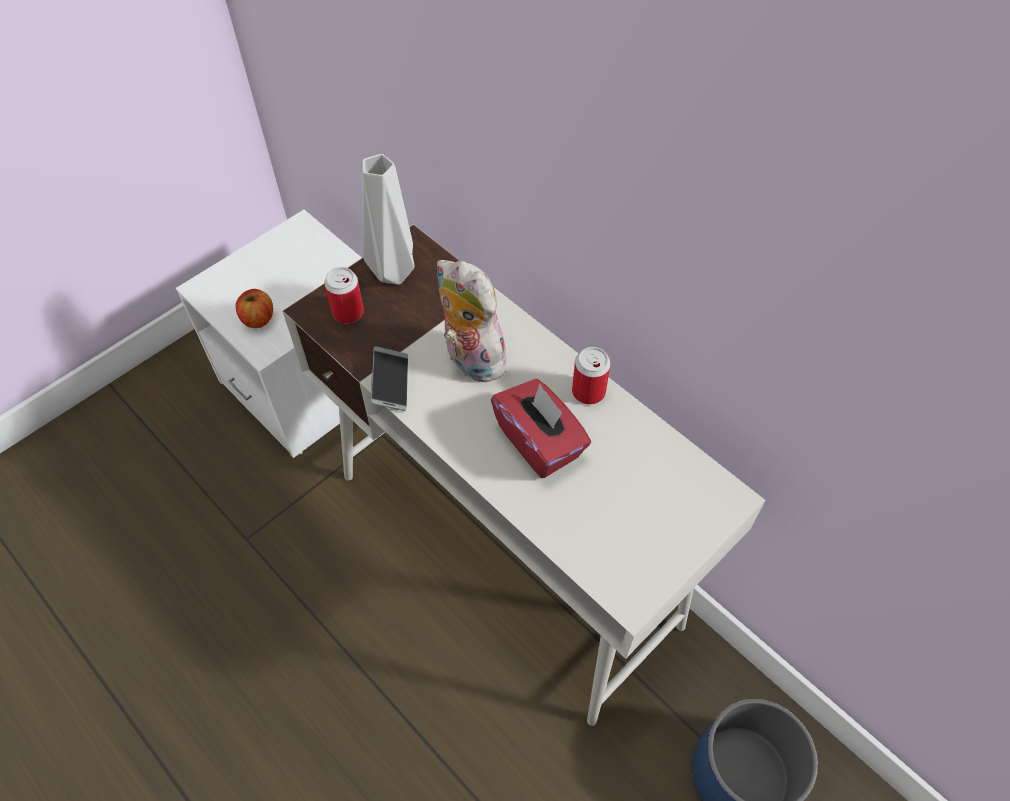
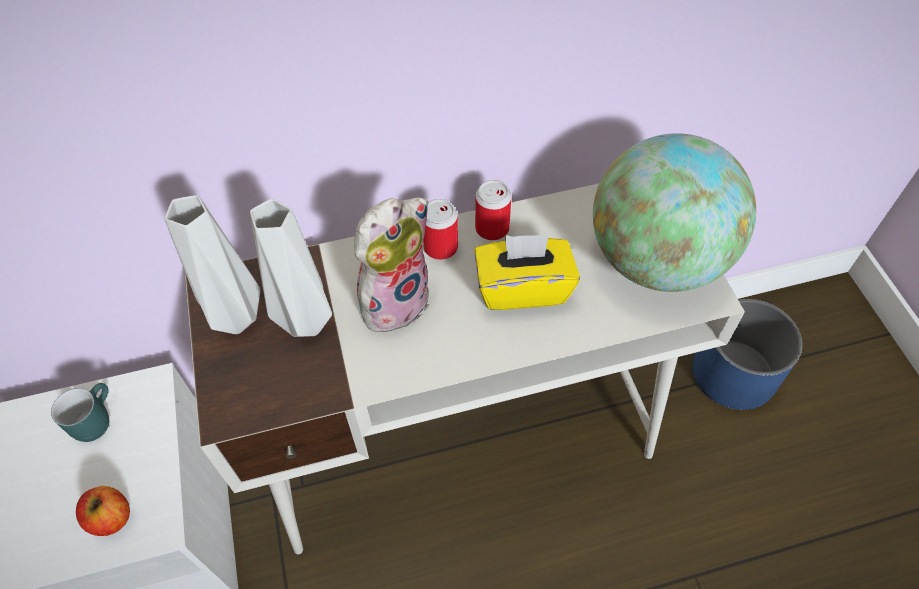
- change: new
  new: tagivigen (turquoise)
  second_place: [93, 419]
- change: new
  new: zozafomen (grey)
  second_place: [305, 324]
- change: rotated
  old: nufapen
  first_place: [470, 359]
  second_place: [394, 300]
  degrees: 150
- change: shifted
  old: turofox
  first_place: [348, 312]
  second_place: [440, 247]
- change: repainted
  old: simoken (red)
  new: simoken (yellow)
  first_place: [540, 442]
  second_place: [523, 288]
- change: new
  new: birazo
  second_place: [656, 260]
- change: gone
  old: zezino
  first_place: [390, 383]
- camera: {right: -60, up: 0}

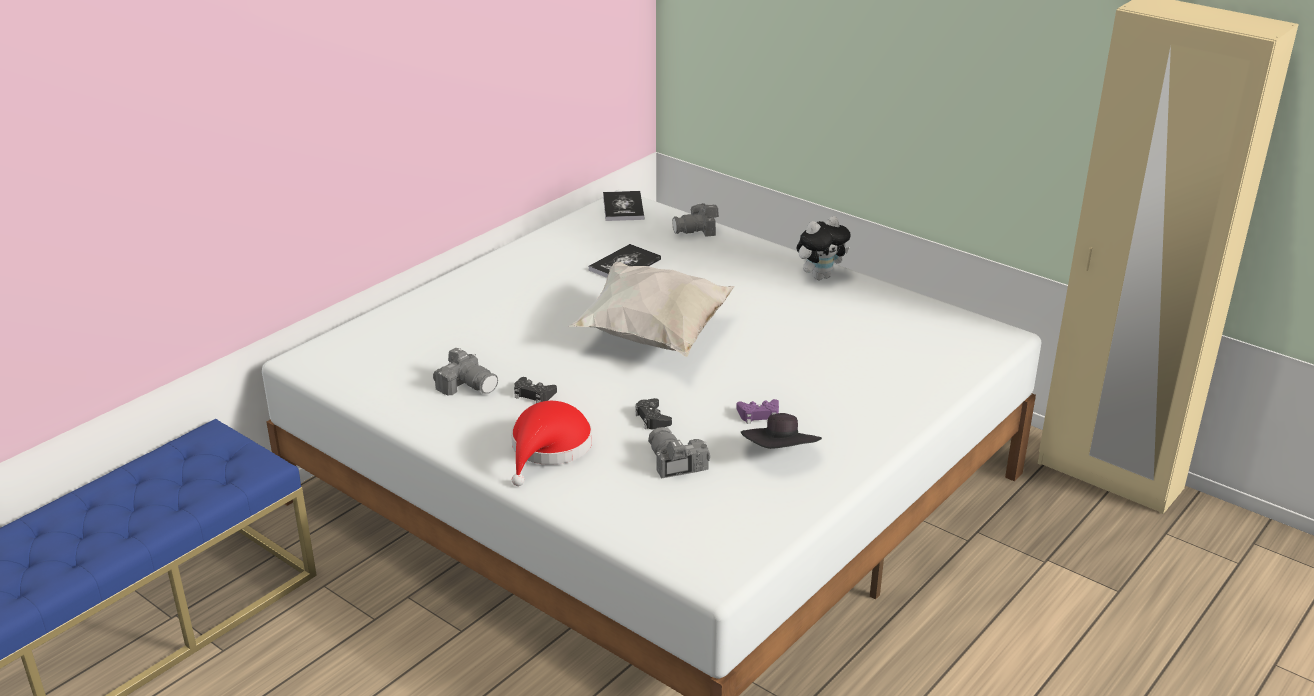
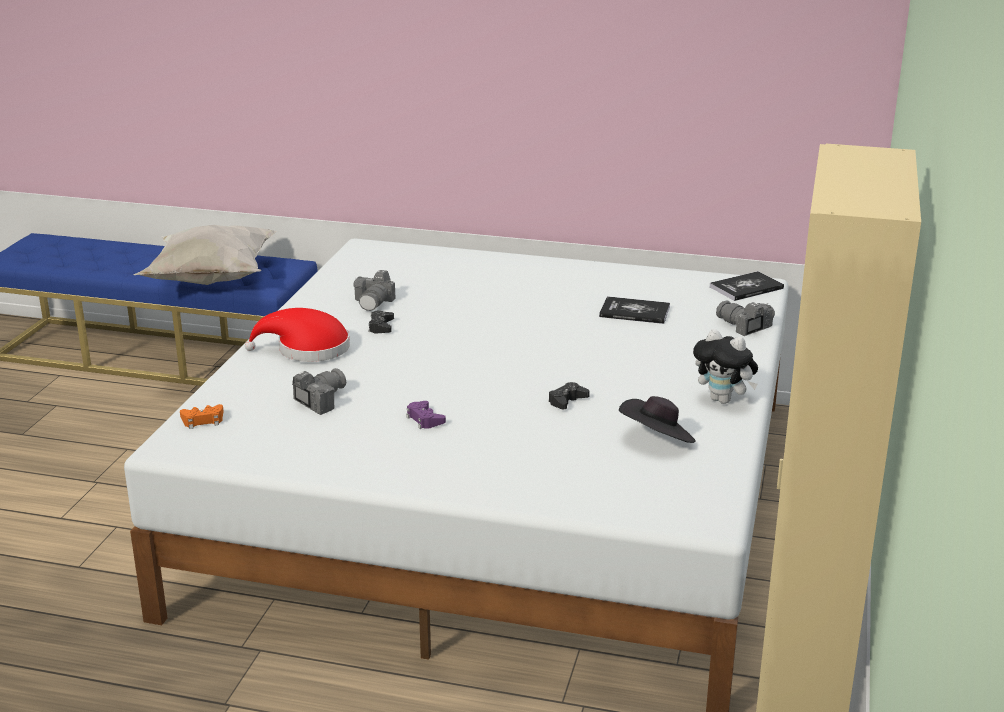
- change: shifted
  old: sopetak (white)
  first_place: [652, 337]
  second_place: [210, 280]
- change: new
  new: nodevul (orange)
  second_place: [203, 420]
- change: shifted
  old: nodevul (black)
  first_place: [652, 419]
  second_place: [567, 401]
- change: shifted
  old: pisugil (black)
  first_place: [780, 455]
  second_place: [657, 439]
- camera: {right: 65, up: -5}

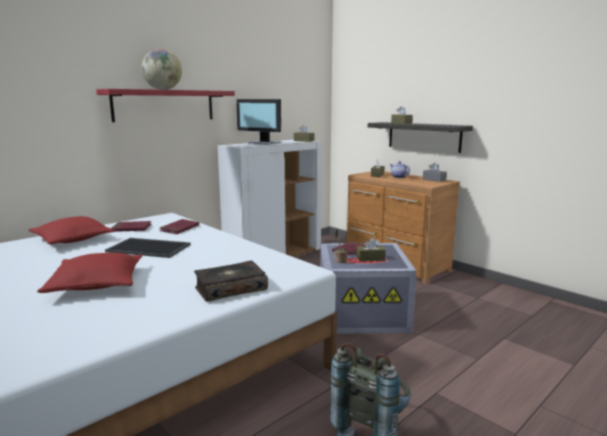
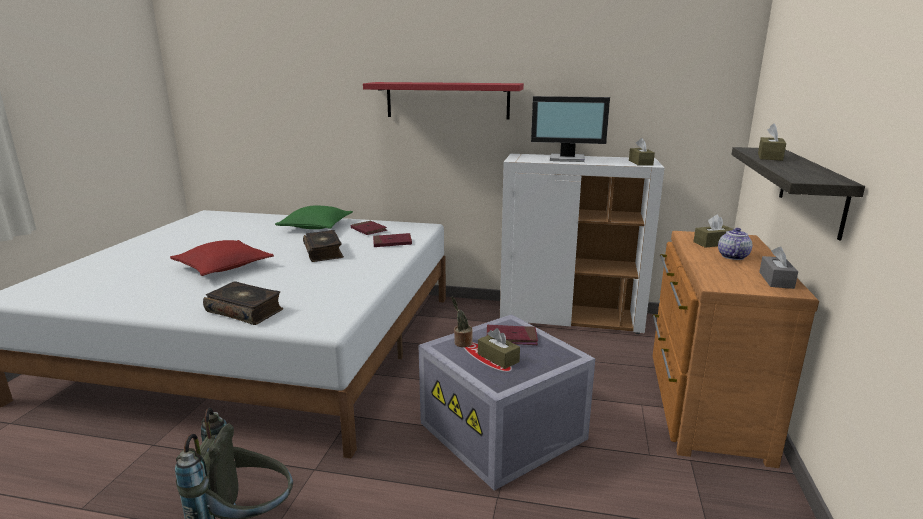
- change: repainted
  old: sopetak (red)
  new: sopetak (green)
  first_place: [73, 239]
  second_place: [316, 226]
- change: swapped
  old: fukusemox
  new: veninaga
  first_place: [150, 248]
  second_place: [324, 252]
- change: rotated
  old: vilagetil
  first_place: [264, 143]
  second_place: [567, 159]
  degrees: -75
- change: gone
  old: birazo
  first_place: [163, 89]
- camera: {right: 55, up: 5}

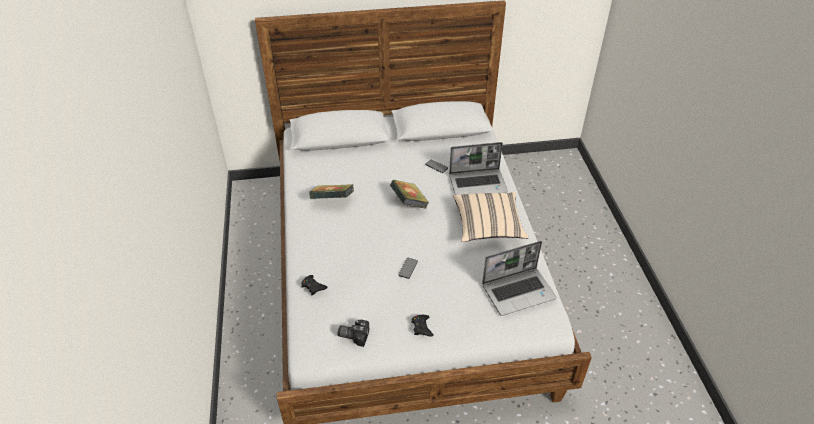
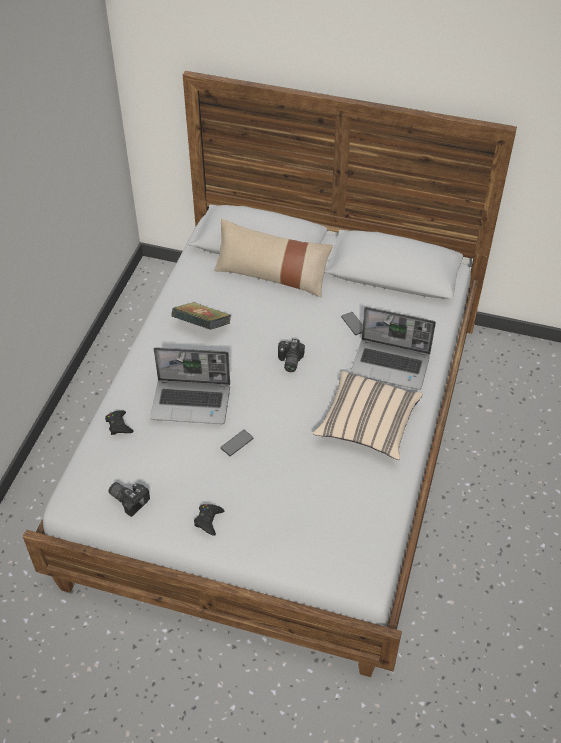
- change: shifted
  old: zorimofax
  first_place: [518, 291]
  second_place: [192, 402]
- change: new
  new: sopetak (beige)
  second_place: [272, 275]
- change: swapped
  old: veninaga
  new: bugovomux
  first_place: [409, 203]
  second_place: [289, 361]
- camera: {right: 25, up: 5}

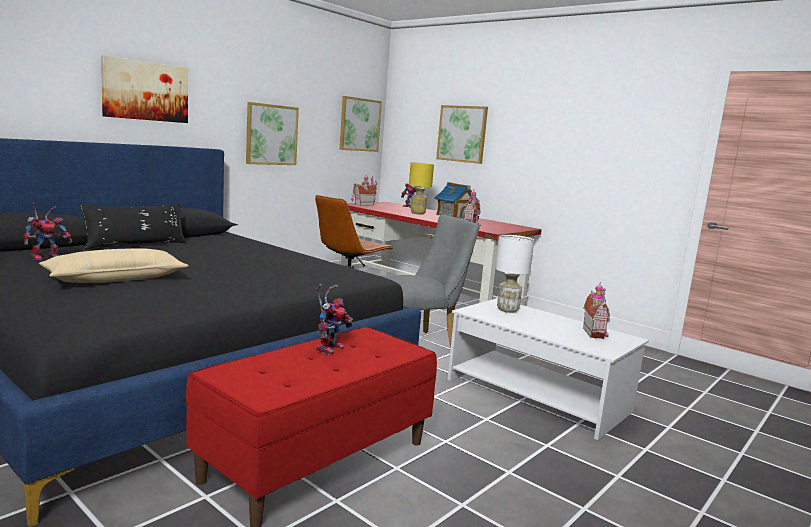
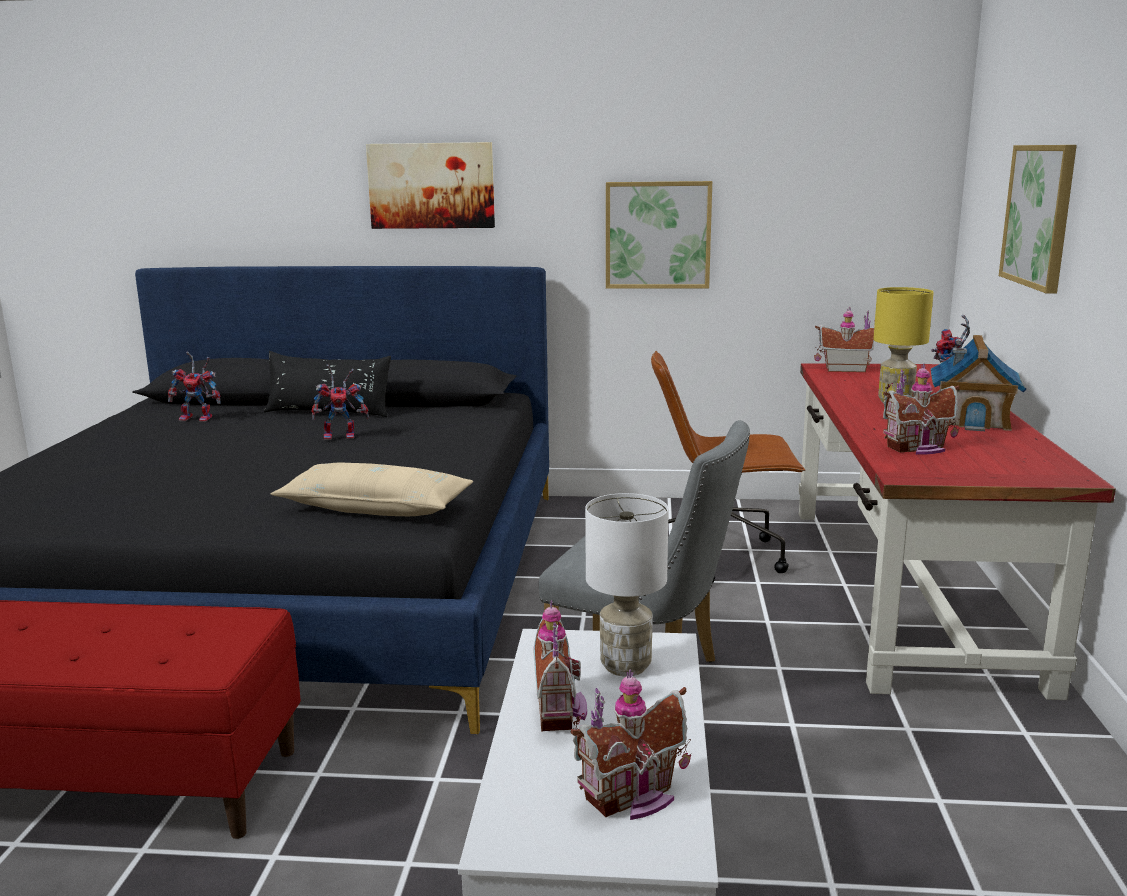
- change: shifted
  old: sopetak (beige)
  first_place: [116, 279]
  second_place: [376, 508]
- change: shifted
  old: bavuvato
  first_place: [329, 347]
  second_place: [342, 436]
- change: new
  new: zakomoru
  second_place: [561, 710]
- change: gone
  old: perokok
  first_place: [359, 124]
- camera: {right: 55, up: 5}

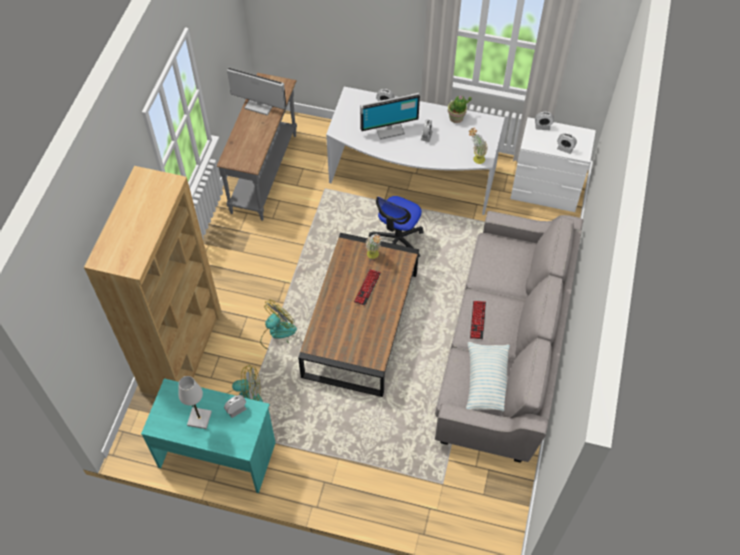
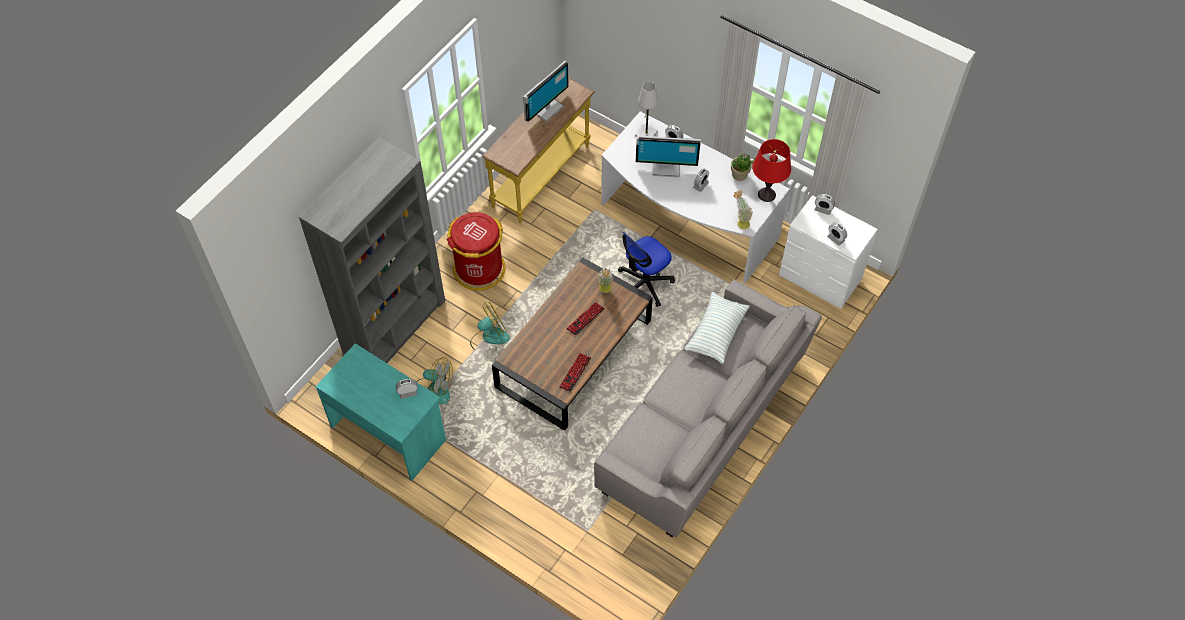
- change: repainted
  old: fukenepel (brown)
  new: fukenepel (grey)
  first_place: [182, 350]
  second_place: [394, 326]
- change: new
  new: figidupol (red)
  second_place: [479, 269]
- change: repainted
  old: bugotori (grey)
  new: bugotori (yellow)
  first_place: [265, 173]
  second_place: [542, 177]
- change: rotated
  old: vilagetil
  first_place: [259, 106]
  second_place: [546, 108]
  degrees: 90
- change: shifted
  old: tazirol
  first_place: [477, 320]
  second_place: [575, 372]
- change: shifted
  old: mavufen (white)
  first_place: [199, 419]
  second_place: [646, 134]
- change: shifted
  old: sopetak
  first_place: [487, 382]
  second_place: [716, 333]
- change: new
  new: mavufen (red)
  second_place: [766, 194]
- camera: {right: 20, up: 0}

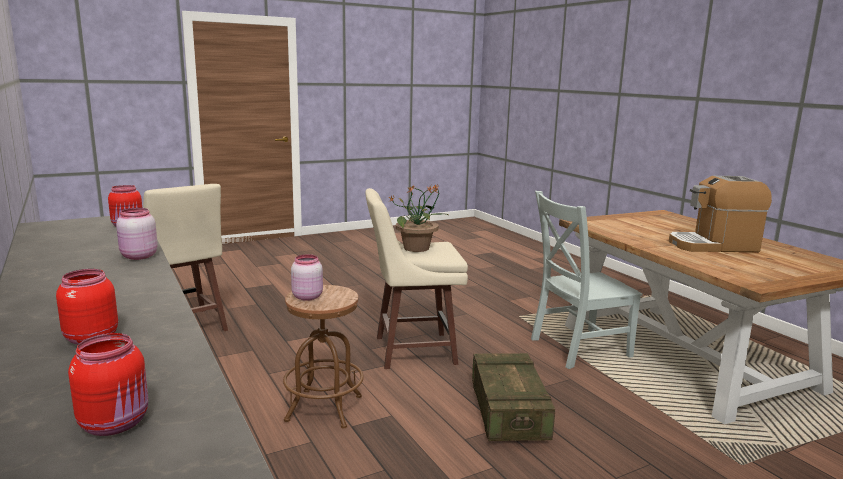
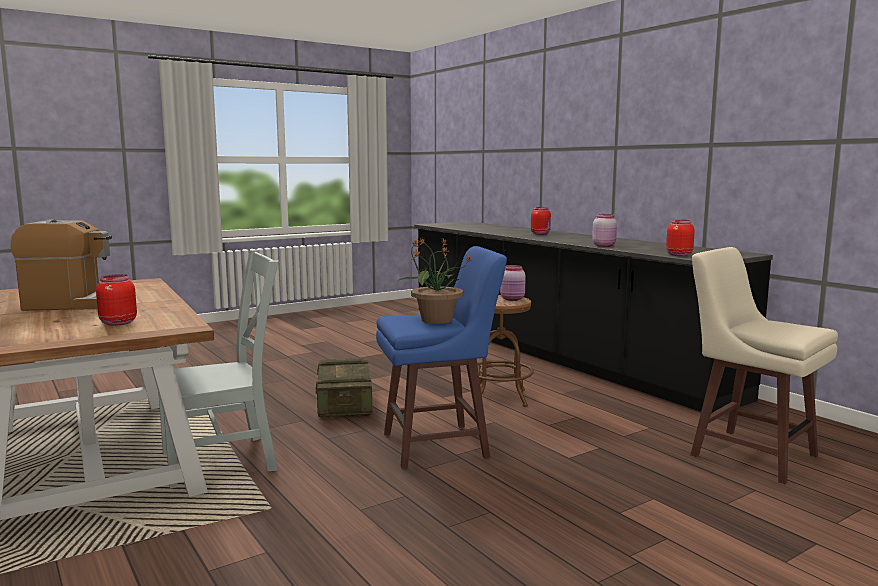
- change: shifted
  old: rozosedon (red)
  first_place: [116, 423]
  second_place: [117, 323]
- change: repainted
  old: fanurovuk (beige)
  new: fanurovuk (blue)
  first_place: [412, 350]
  second_place: [439, 446]
- camera: {right: 175, up: -5}

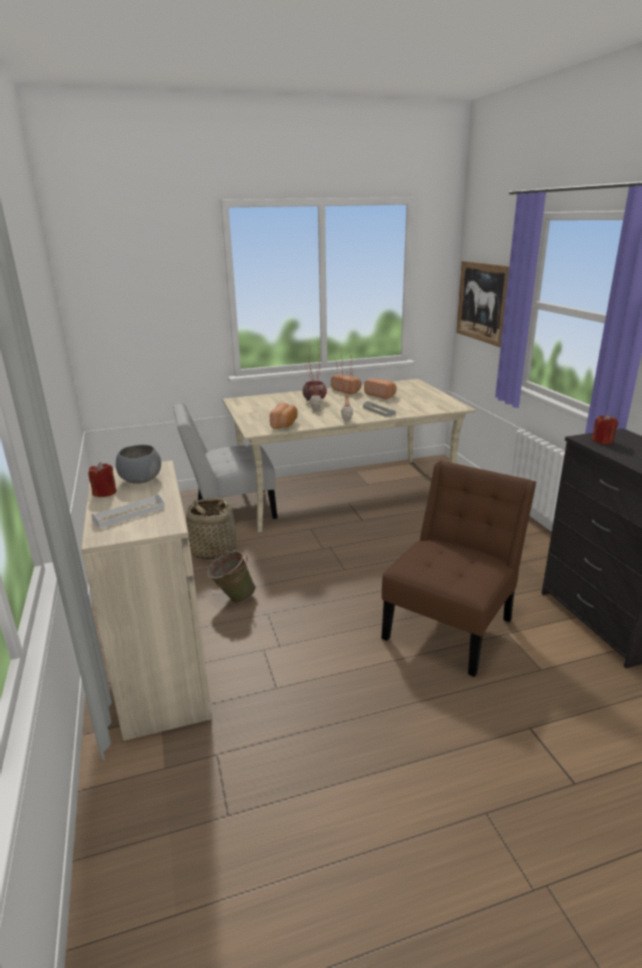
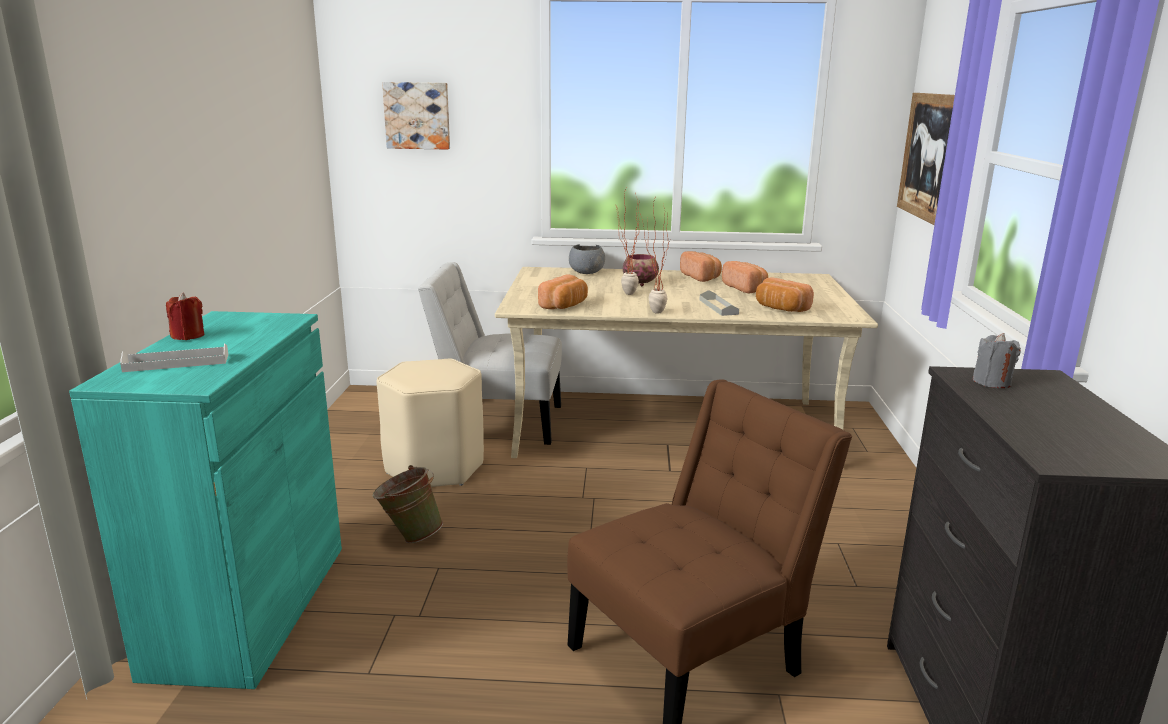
- change: repainted
  old: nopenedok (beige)
  new: nopenedok (turquoise)
  first_place: [163, 671]
  second_place: [250, 608]
- change: swapped
  old: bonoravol
  new: fanurovuk (beige)
  first_place: [212, 550]
  second_place: [434, 468]
- change: new
  new: perokok
  second_place: [417, 115]
- change: shifted
  old: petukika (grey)
  first_place: [140, 480]
  second_place: [586, 272]
- change: new
  new: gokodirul
  second_place: [780, 309]
- change: repainted
  old: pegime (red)
  new: pegime (grey)
  first_place: [602, 441]
  second_place: [991, 382]
- camera: {right: 20, up: -5}

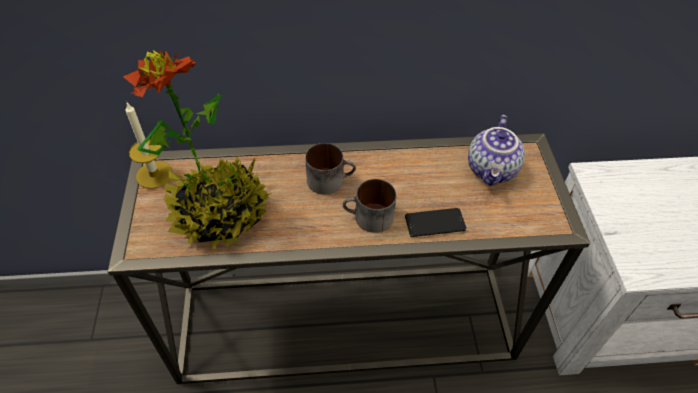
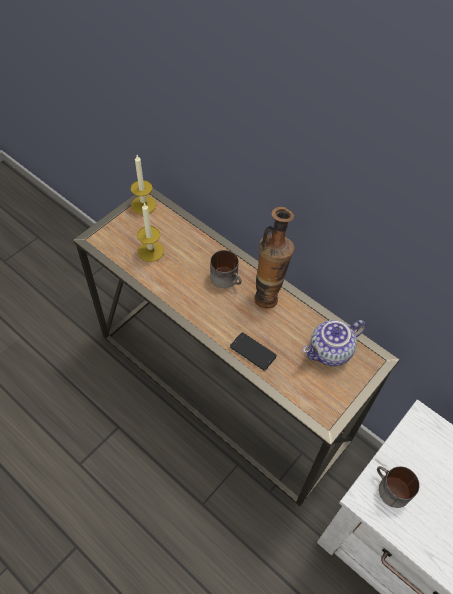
- change: swapped
  old: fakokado
  new: pegime
  first_place: [219, 213]
  second_place: [150, 251]
- change: new
  new: zozafomen
  second_place: [268, 294]
- change: shifted
  old: tagivigen
  first_place: [368, 218]
  second_place: [389, 489]
- camera: {right: 45, up: 5}

